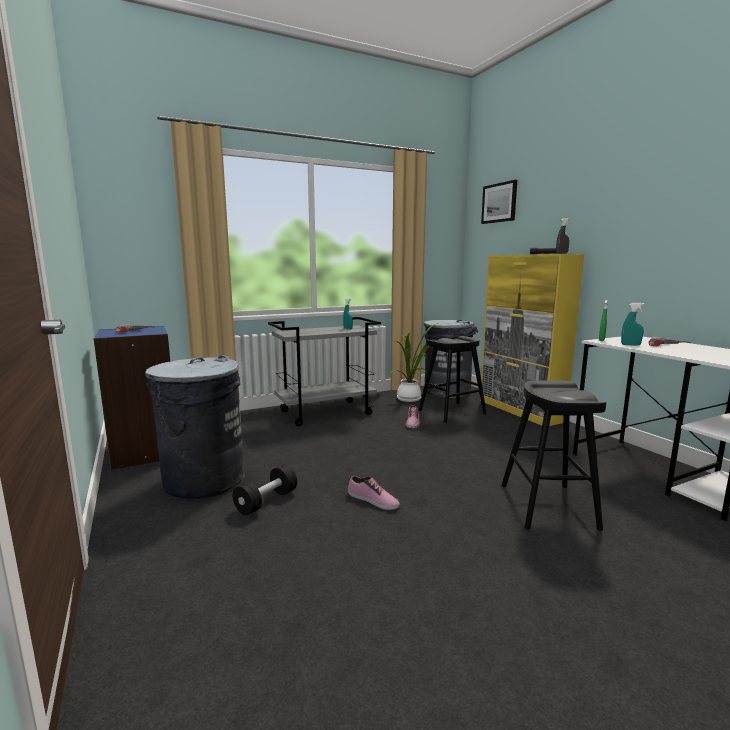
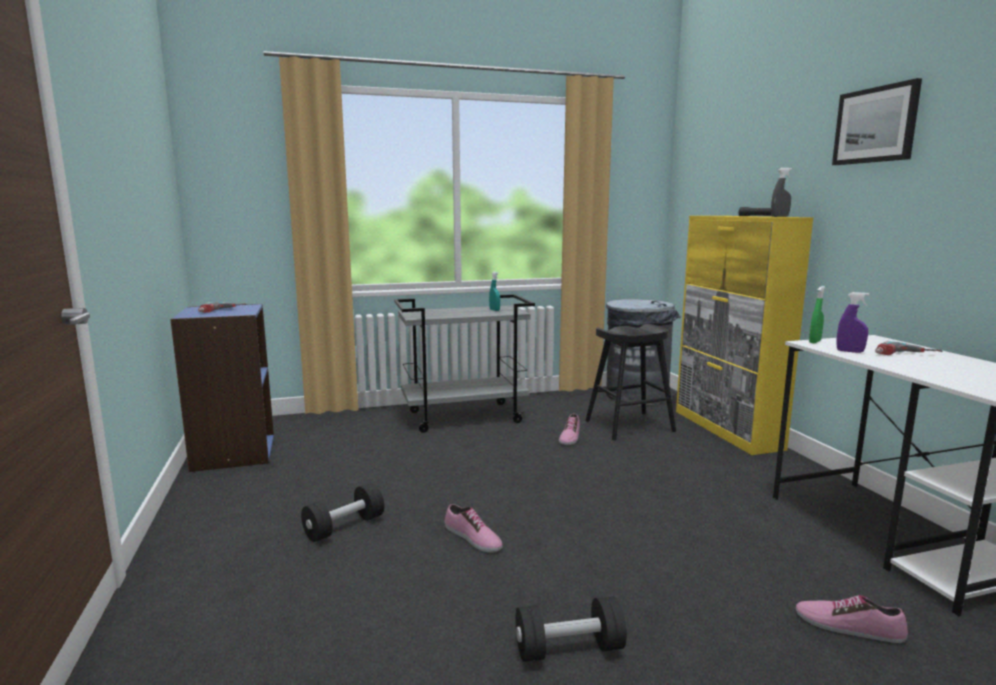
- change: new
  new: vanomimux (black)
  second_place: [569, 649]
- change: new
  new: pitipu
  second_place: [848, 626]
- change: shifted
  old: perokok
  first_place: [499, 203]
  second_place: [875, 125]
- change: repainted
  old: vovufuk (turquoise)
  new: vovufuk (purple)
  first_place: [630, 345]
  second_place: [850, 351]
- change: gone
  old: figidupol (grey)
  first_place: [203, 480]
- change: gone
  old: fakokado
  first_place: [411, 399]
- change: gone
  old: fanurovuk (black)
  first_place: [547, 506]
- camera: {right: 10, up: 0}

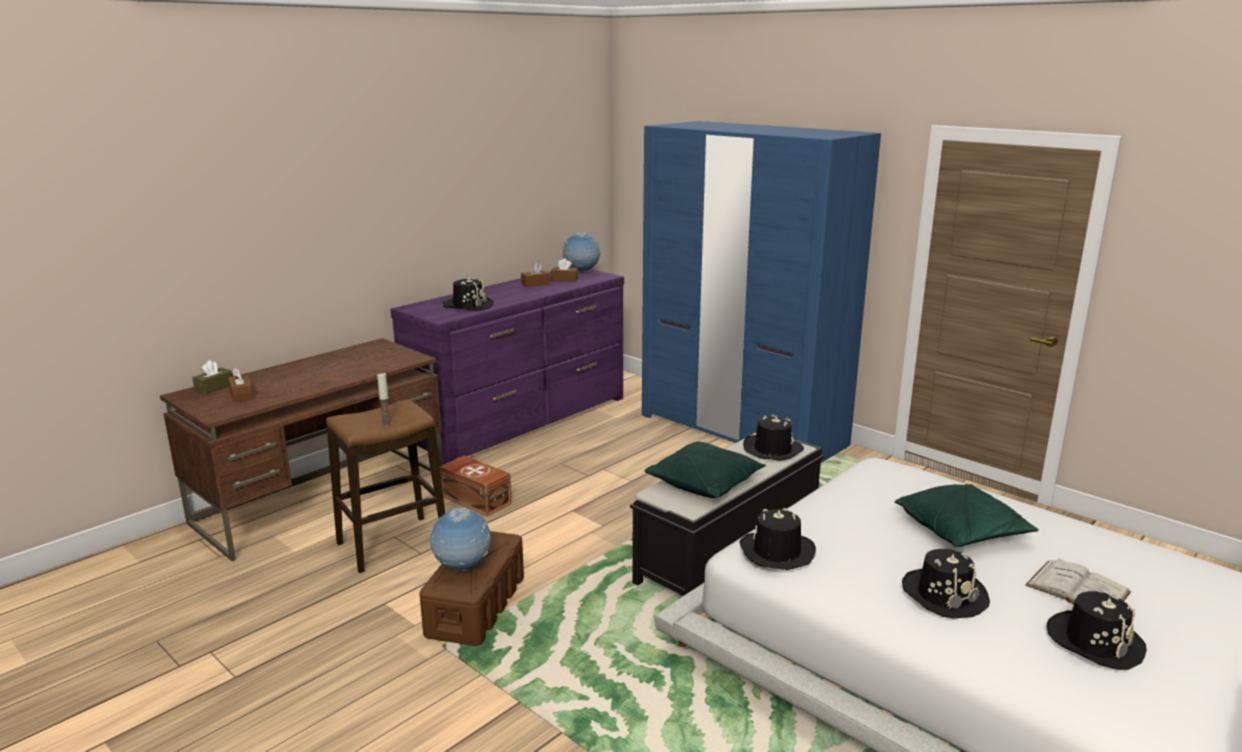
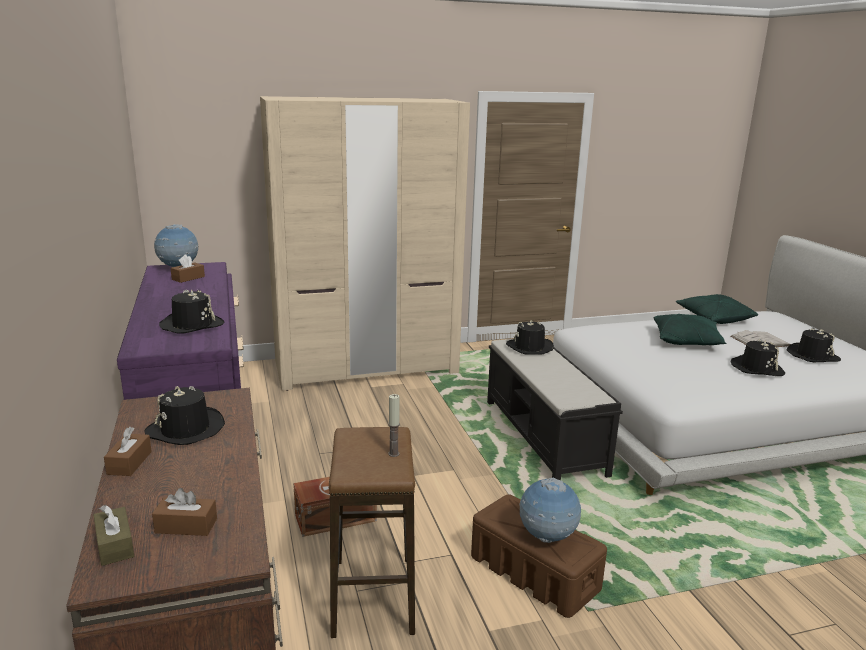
- change: shifted
  old: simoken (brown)
  first_place: [535, 284]
  second_place: [129, 463]
- change: shifted
  old: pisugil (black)
  first_place: [776, 552]
  second_place: [185, 429]
- change: repainted
  old: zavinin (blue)
  new: zavinin (beige)
  first_place: [741, 430]
  second_place: [366, 367]
- change: shifted
  old: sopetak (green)
  first_place: [705, 483]
  second_place: [714, 318]
- camera: {right: -60, up: 0}

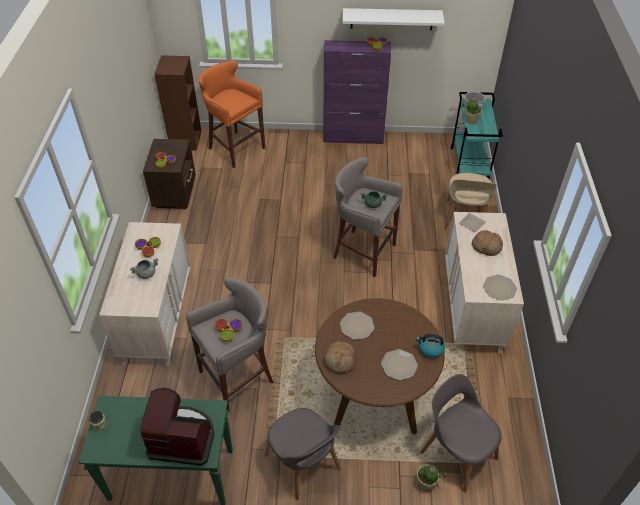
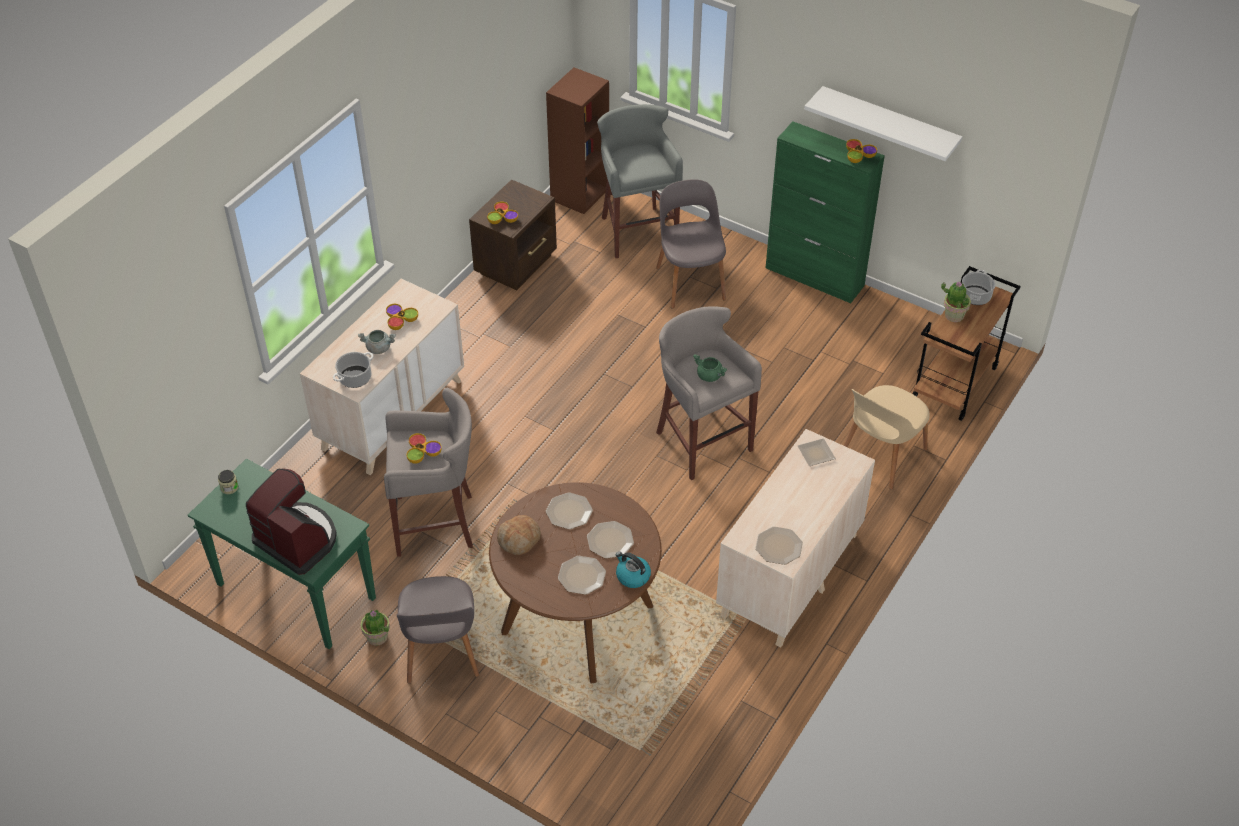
- change: new
  new: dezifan
  second_place: [355, 378]
- change: shifted
  old: fakokado
  first_place: [426, 483]
  second_place: [377, 637]
- change: new
  new: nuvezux
  second_place: [609, 540]
- change: repainted
  old: fanurovuk (orange)
  new: fanurovuk (grey)
  first_place: [235, 148]
  second_place: [637, 230]
- change: shifted
  old: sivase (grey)
  first_place: [457, 453]
  second_place: [690, 281]
- change: repainted
  old: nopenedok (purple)
  new: nopenedok (green)
  first_place: [353, 137]
  second_place: [815, 277]
- change: repainted
  old: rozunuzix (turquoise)
  new: rozunuzix (brown)
  first_place: [469, 165]
  second_place: [954, 384]
- change: gone
  old: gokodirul
  first_place: [487, 246]
- camera: {right: 30, up: 0}

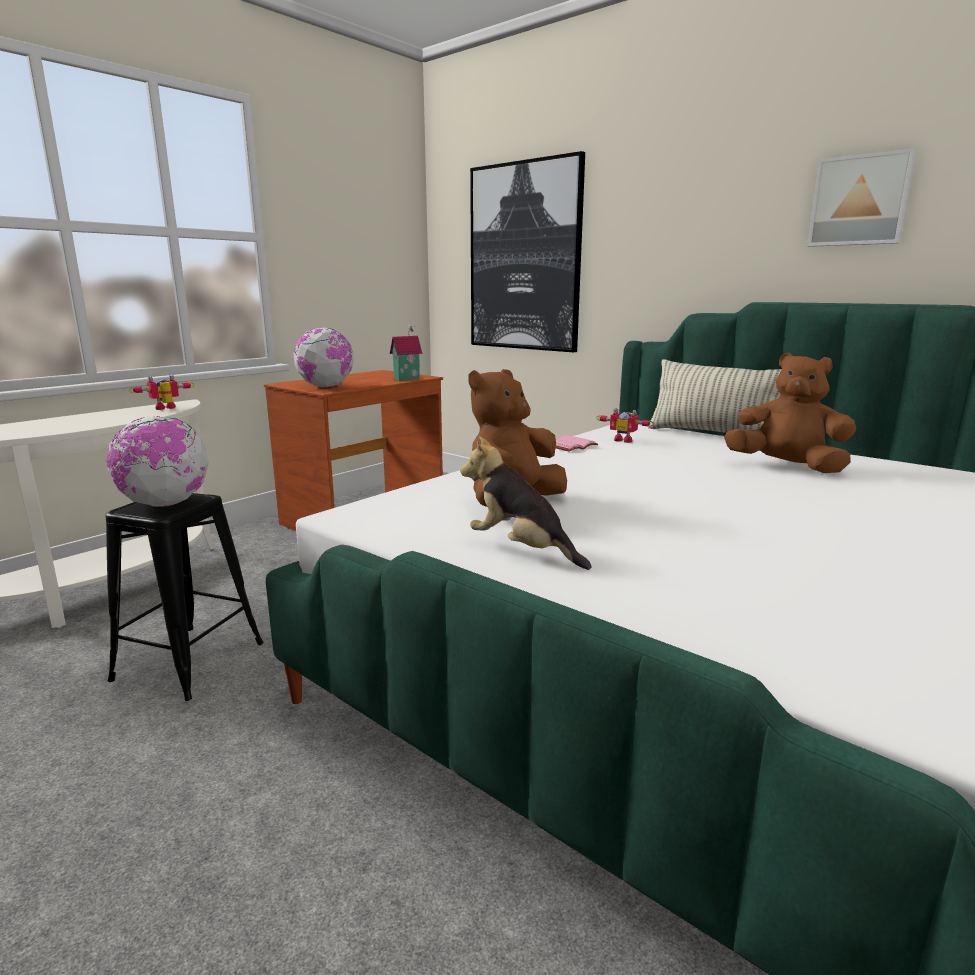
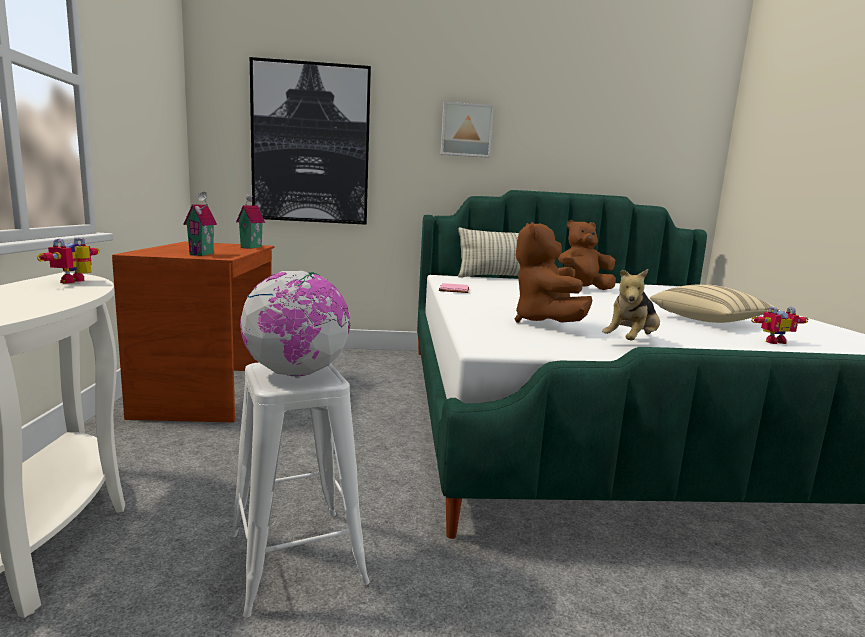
- change: swapped
  old: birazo
  new: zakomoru
  first_place: [326, 386]
  second_place: [203, 254]
- change: repainted
  old: fanurovuk (black)
  new: fanurovuk (white)
  first_place: [189, 661]
  second_place: [295, 557]
- change: shifted
  old: perokok
  first_place: [860, 201]
  second_place: [466, 130]
- change: rotated
  old: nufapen
  first_place: [521, 550]
  second_place: [631, 342]
  degrees: -45
- change: new
  new: sopetak (beige)
  second_place: [709, 321]
- change: shifted
  old: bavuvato
  first_place: [624, 440]
  second_place: [772, 341]
- camera: {right: -45, up: -5}

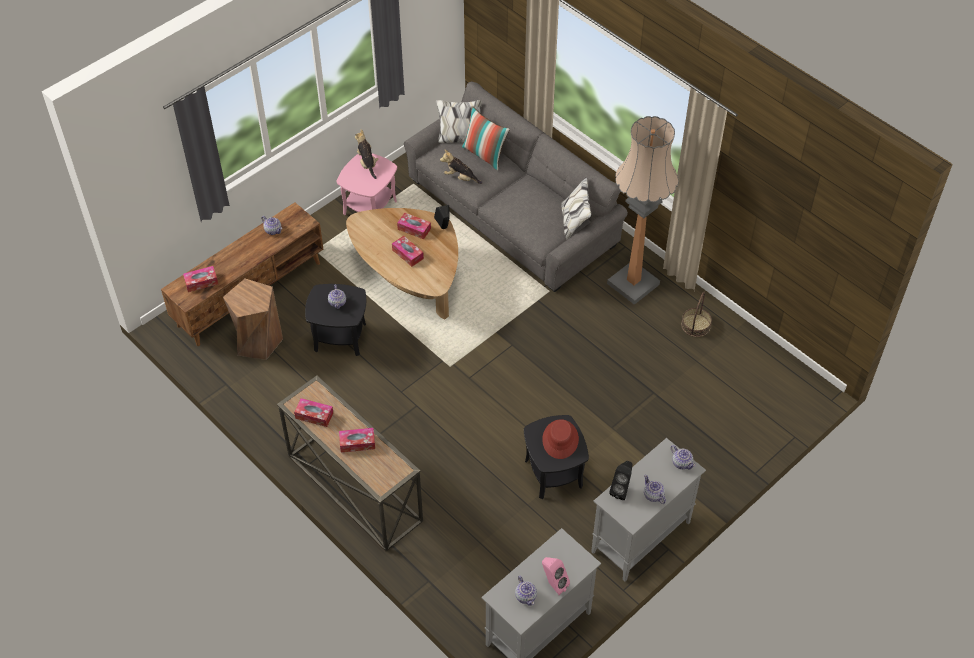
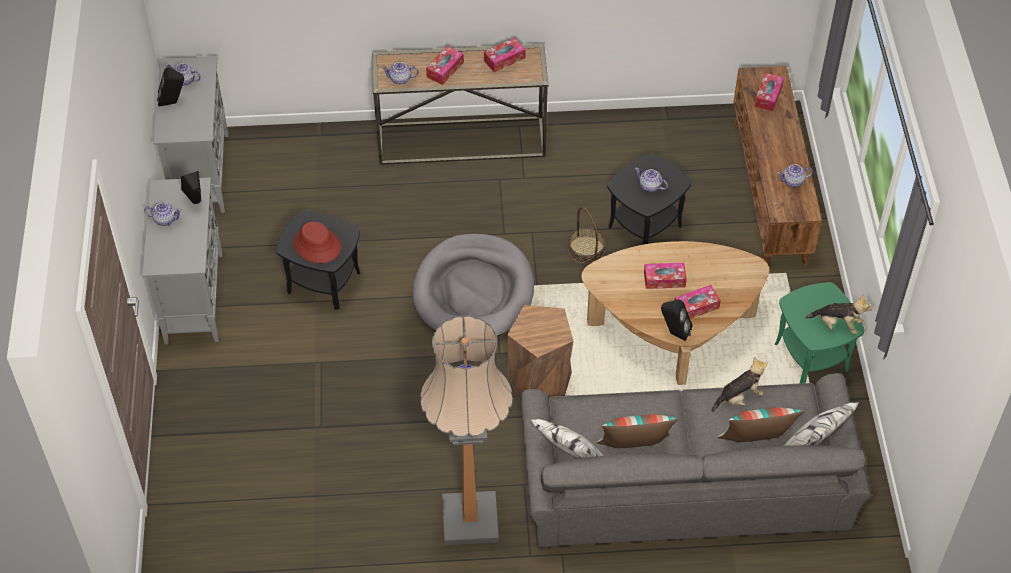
- change: repainted
  old: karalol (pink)
  new: karalol (black)
  first_place: [553, 584]
  second_place: [173, 102]
- change: shifted
  old: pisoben
  first_place: [681, 462]
  second_place: [400, 79]
- change: new
  new: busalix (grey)
  second_place: [473, 291]
- change: shifted
  old: fanurovuk (brown)
  first_place: [257, 341]
  second_place: [540, 383]
- change: shifted
  old: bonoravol
  first_place: [696, 325]
  second_place: [586, 249]
- change: new
  new: sopetak
  second_place: [634, 449]
- change: repainted
  old: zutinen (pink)
  new: zutinen (green)
  first_place: [370, 208]
  second_place: [811, 356]
- camera: {right: 130, up: 0}

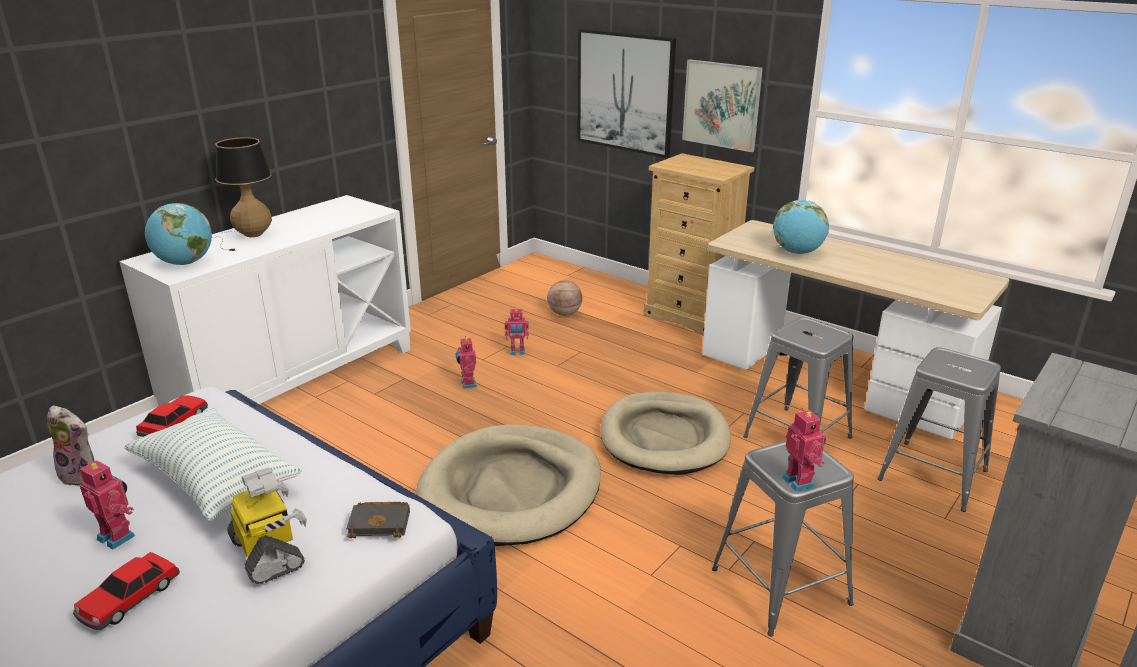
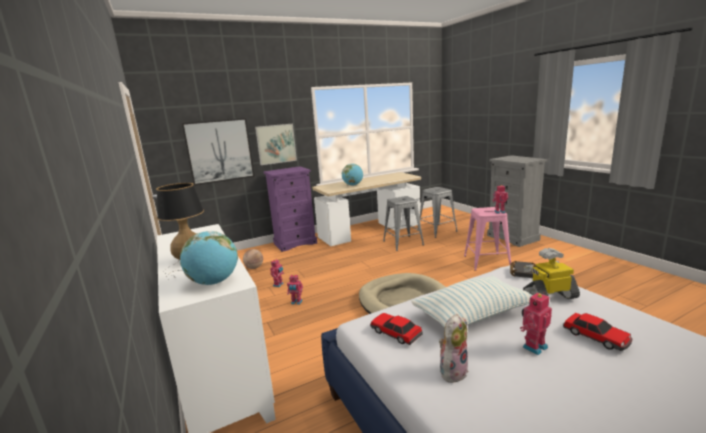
- change: repainted
  old: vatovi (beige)
  new: vatovi (purple)
  first_place: [691, 316]
  second_place: [295, 243]
- change: repainted
  old: fanurovuk (grey)
  new: fanurovuk (pink)
  first_place: [781, 586]
  second_place: [486, 261]
- change: gone
  old: busalix (beige)
  first_place: [664, 437]
- camera: {right: -65, up: -10}

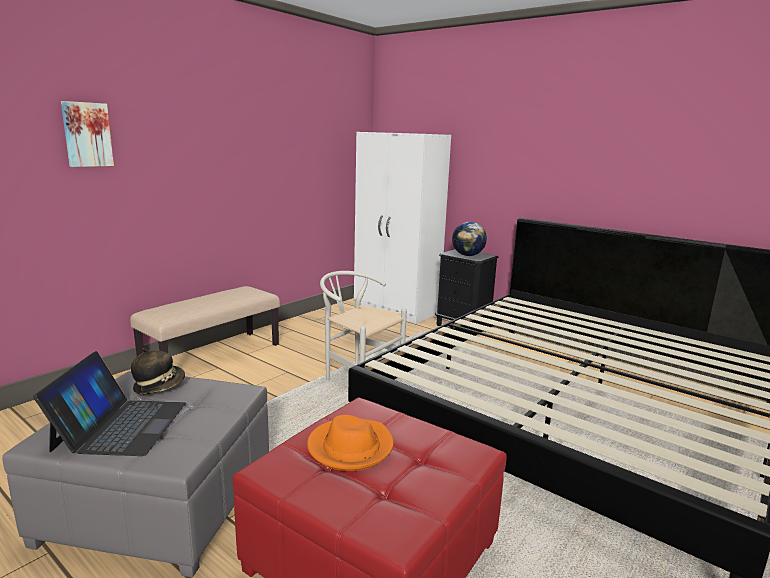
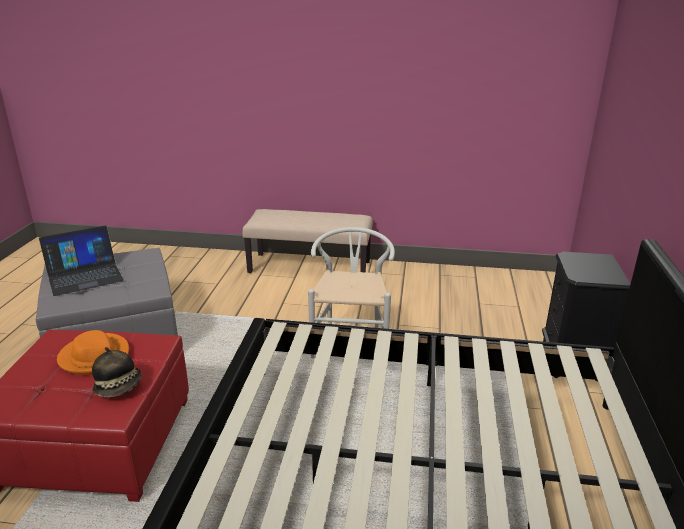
- change: shifted
  old: pisugil
  first_place: [159, 386]
  second_place: [119, 387]
- change: gone
  old: perokok
  first_place: [87, 134]
- change: gone
  old: zavinin (white)
  first_place: [396, 310]
- change: gone
  old: birazo
  first_place: [467, 255]
- camera: {right: 60, up: 10}

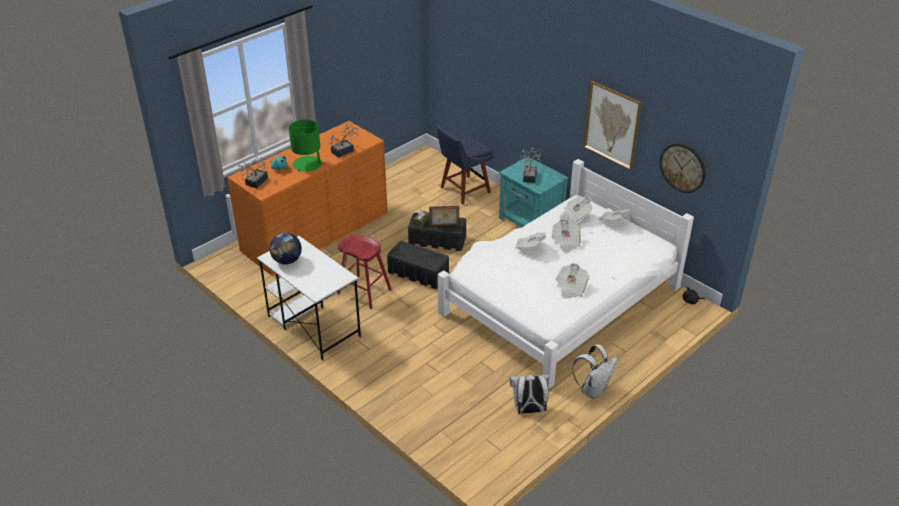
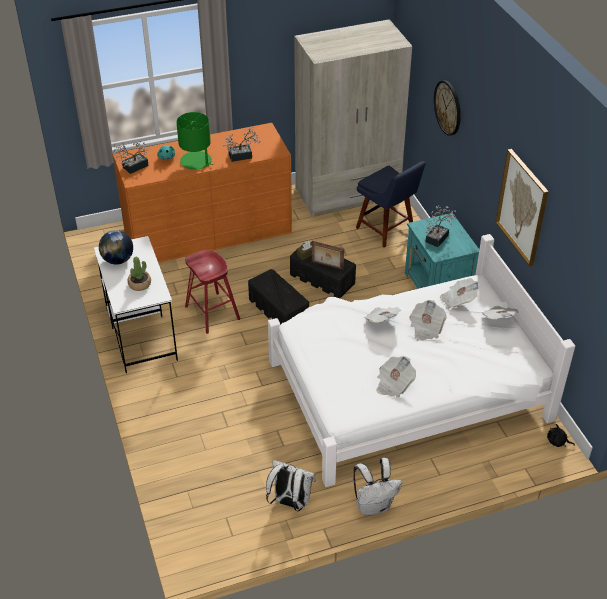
- change: new
  new: fakokado
  second_place: [139, 284]
- change: new
  new: zavinin (beige)
  second_place: [348, 193]
- change: rotated
  old: sivase (blue)
  first_place: [463, 191]
  second_place: [387, 230]
  degrees: -120
- change: shifted
  old: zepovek
  first_place: [683, 167]
  second_place: [448, 107]
- camera: {right: 25, up: 5}

